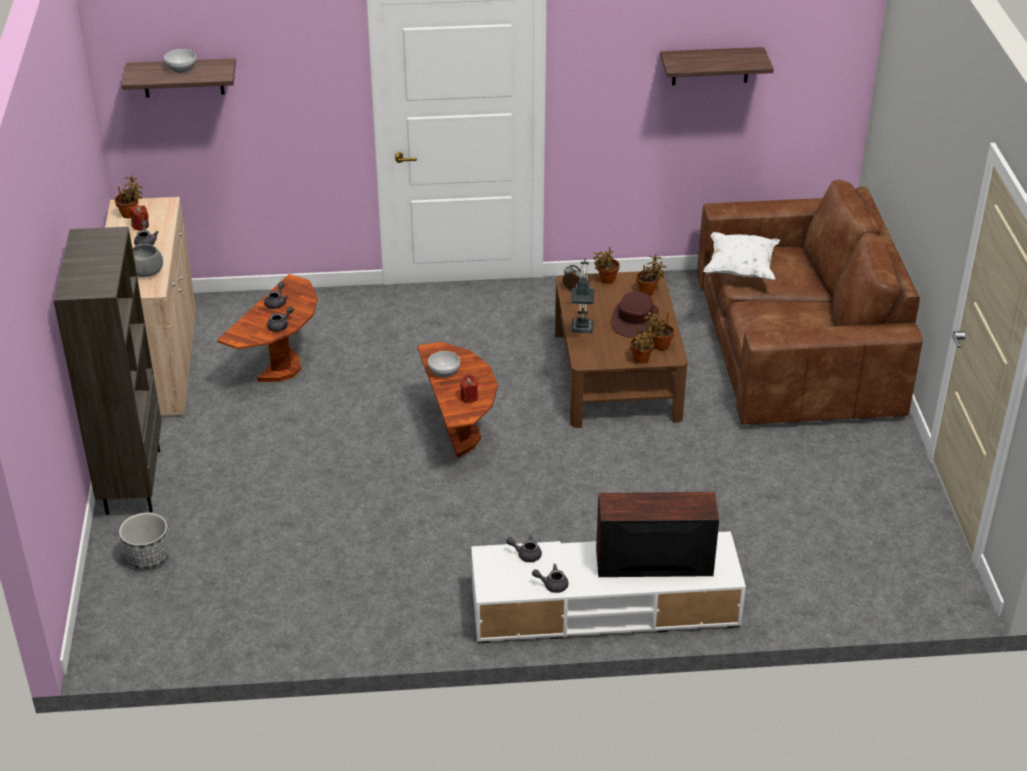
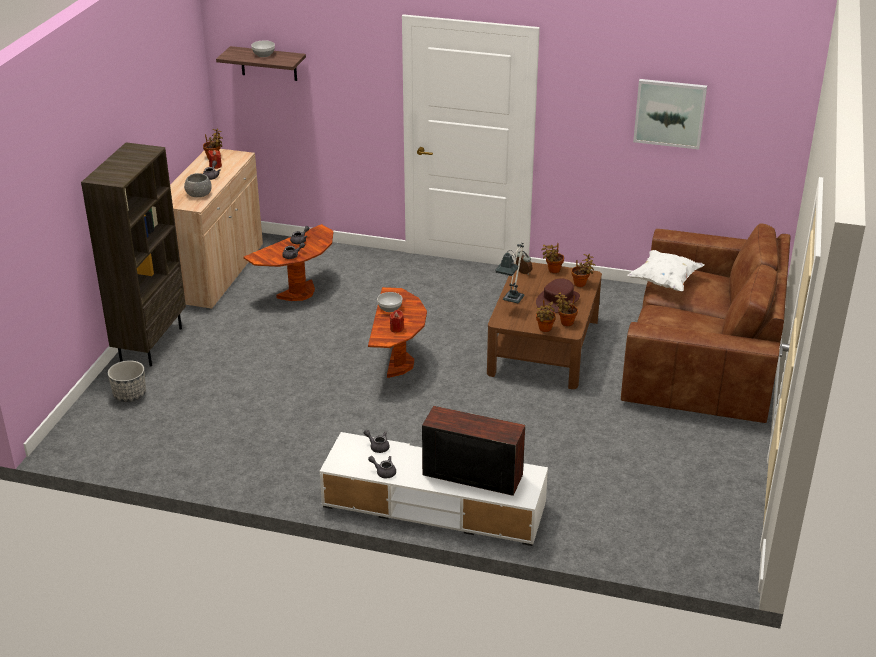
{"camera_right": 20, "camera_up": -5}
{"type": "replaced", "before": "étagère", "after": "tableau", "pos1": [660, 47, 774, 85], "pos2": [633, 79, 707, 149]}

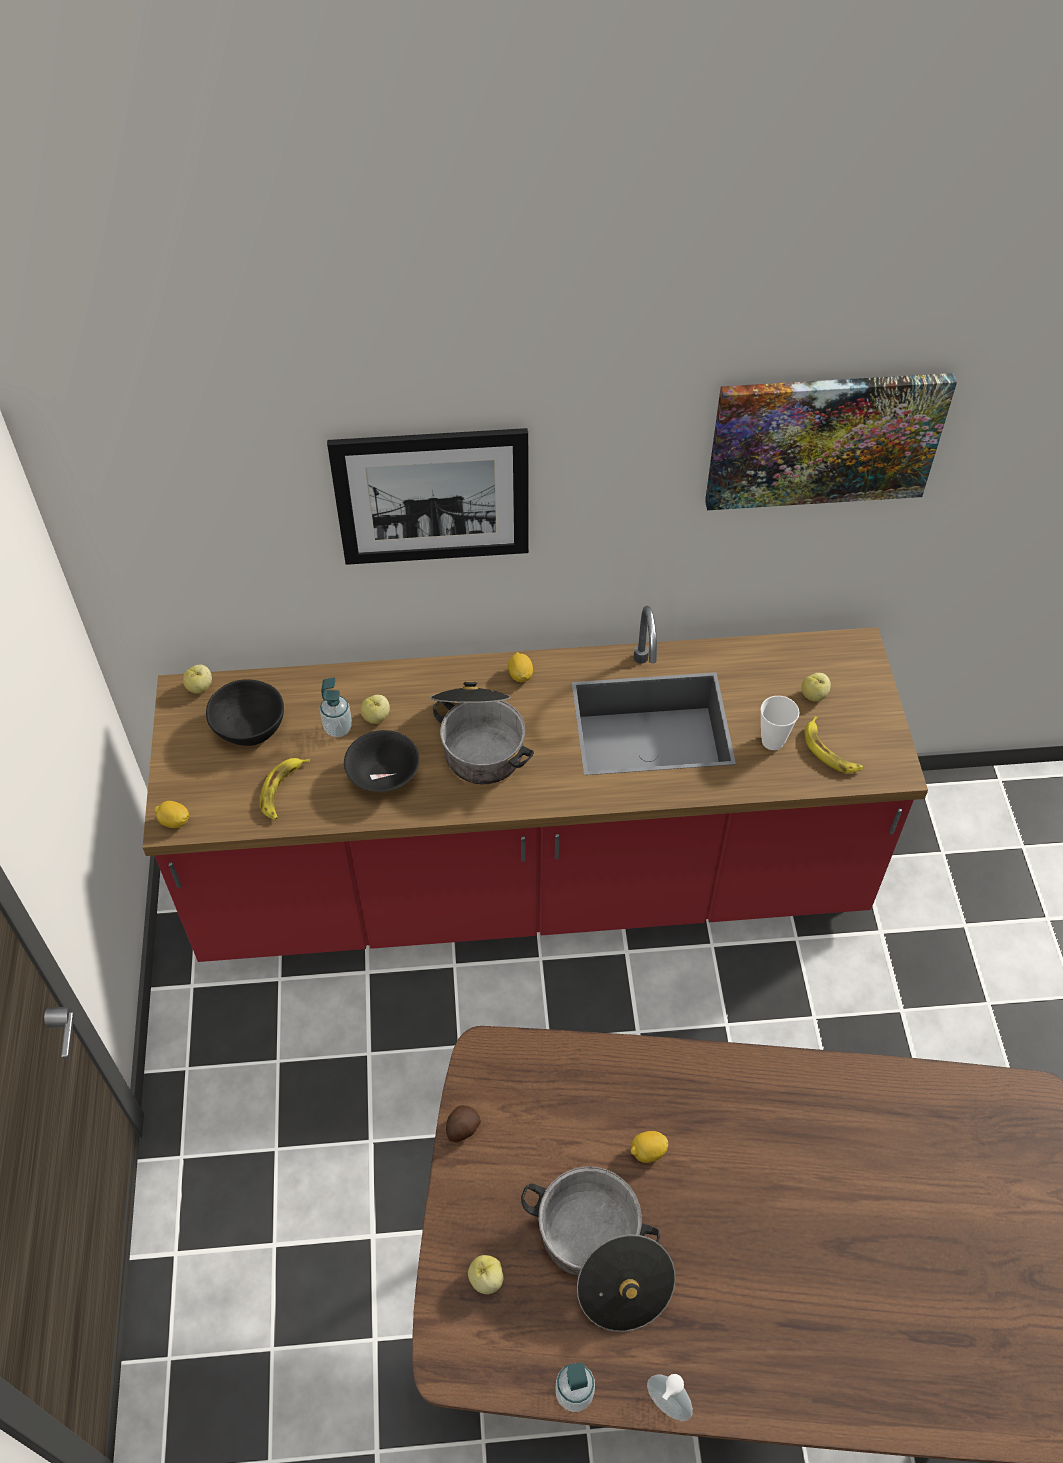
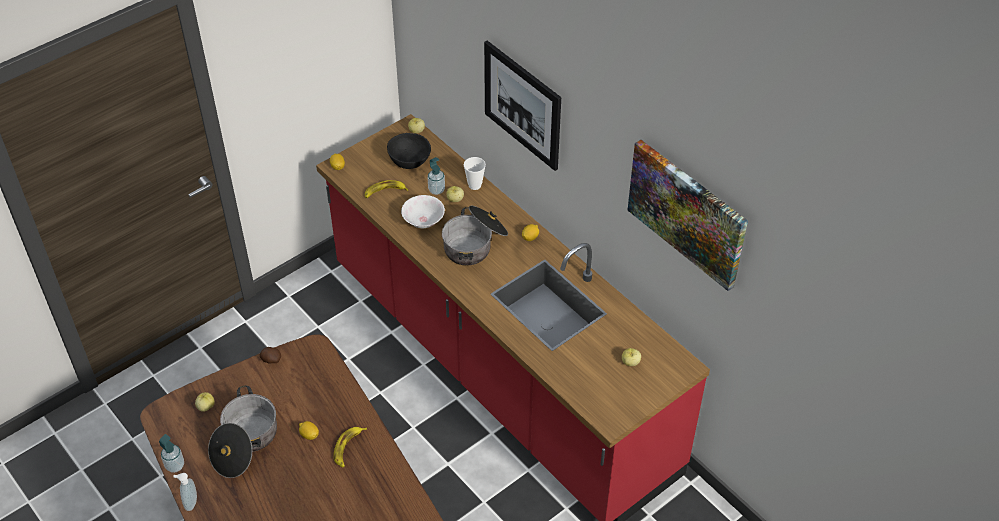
{"camera_right": 55, "camera_up": -5}
{"type": "moved", "before": "banane", "pos1": [805, 716, 863, 773], "pos2": [334, 427, 367, 467]}
{"type": "recoloured", "before": "bol [noir]", "after": "bol [blanc]", "pos1": [344, 730, 420, 792], "pos2": [401, 195, 445, 228]}
{"type": "moved", "before": "tasse", "pos1": [760, 696, 799, 750], "pos2": [464, 157, 486, 190]}

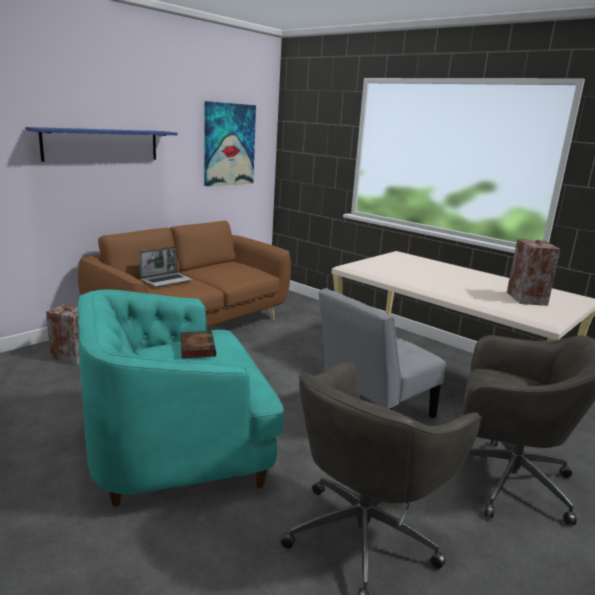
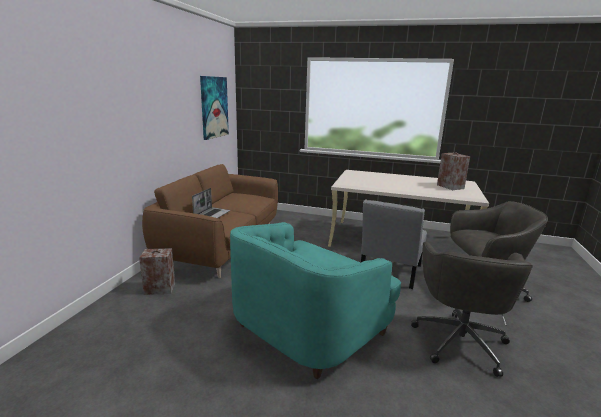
{"camera_right": -25, "camera_up": 0}
{"type": "removed", "before": "étagère [bleu]", "pos1": [25, 127, 178, 162]}
{"type": "removed", "before": "livre", "pos1": [181, 331, 216, 358]}

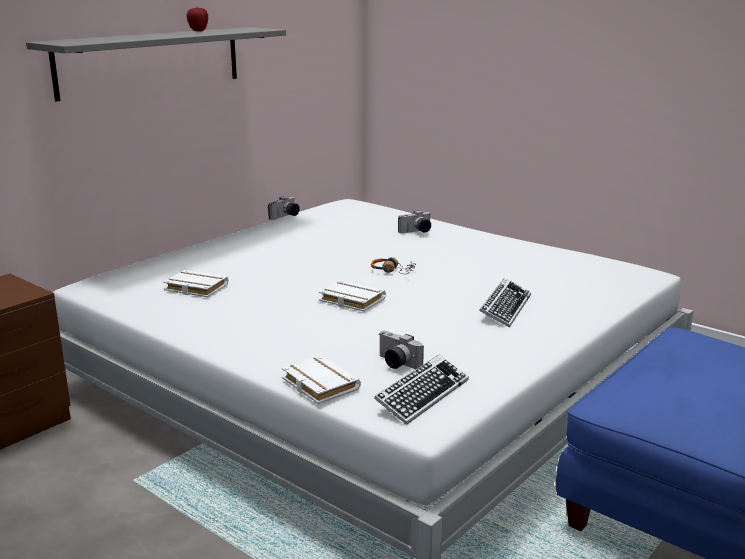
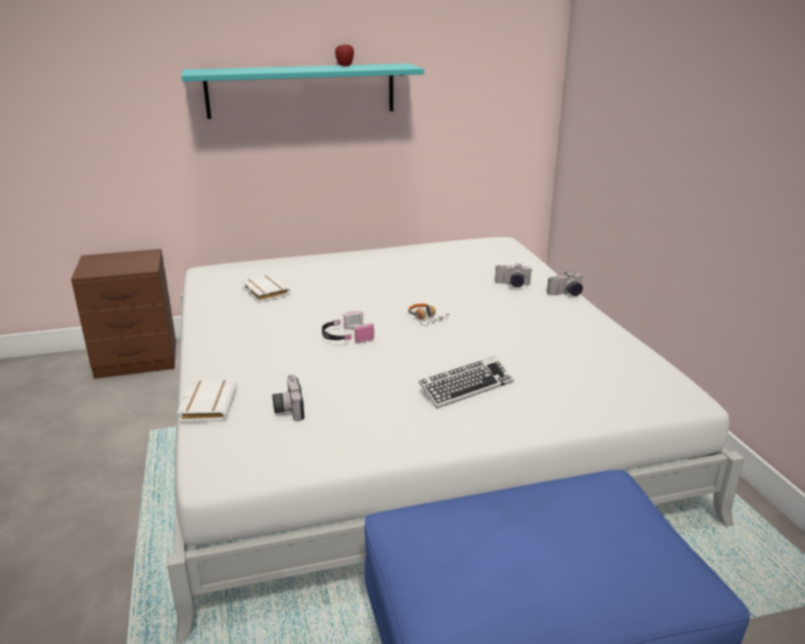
{"camera_right": 35, "camera_up": 5}
{"type": "recoloured", "before": "étagère [gris]", "after": "étagère [turquoise]", "pos1": [26, 27, 286, 101], "pos2": [182, 63, 424, 119]}
{"type": "replaced", "before": "livre [blanc]", "after": "casque audio", "pos1": [319, 280, 386, 312], "pos2": [322, 311, 374, 344]}
{"type": "moved", "before": "appareil photo", "pos1": [268, 196, 300, 220], "pos2": [547, 272, 583, 296]}
{"type": "removed", "before": "clavier", "pos1": [374, 354, 469, 425]}

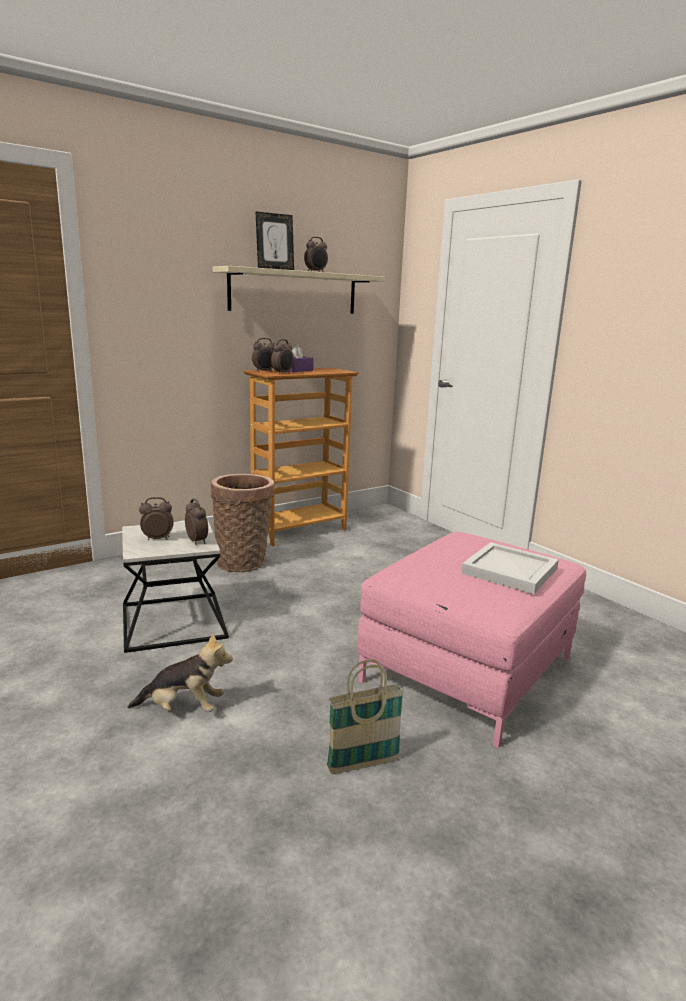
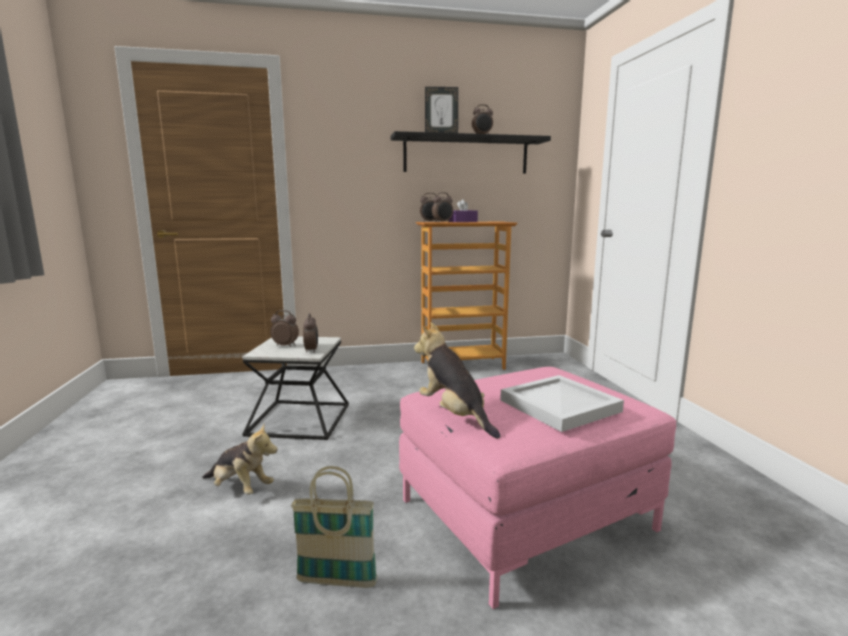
{"camera_right": 25, "camera_up": -5}
{"type": "recoloured", "before": "étagère [beige]", "after": "étagère [noir]", "pos1": [213, 266, 384, 314], "pos2": [391, 131, 551, 174]}
{"type": "added", "after": "peluche", "pos2": [414, 322, 500, 439]}
{"type": "removed", "before": "panier", "pos1": [211, 474, 274, 572]}

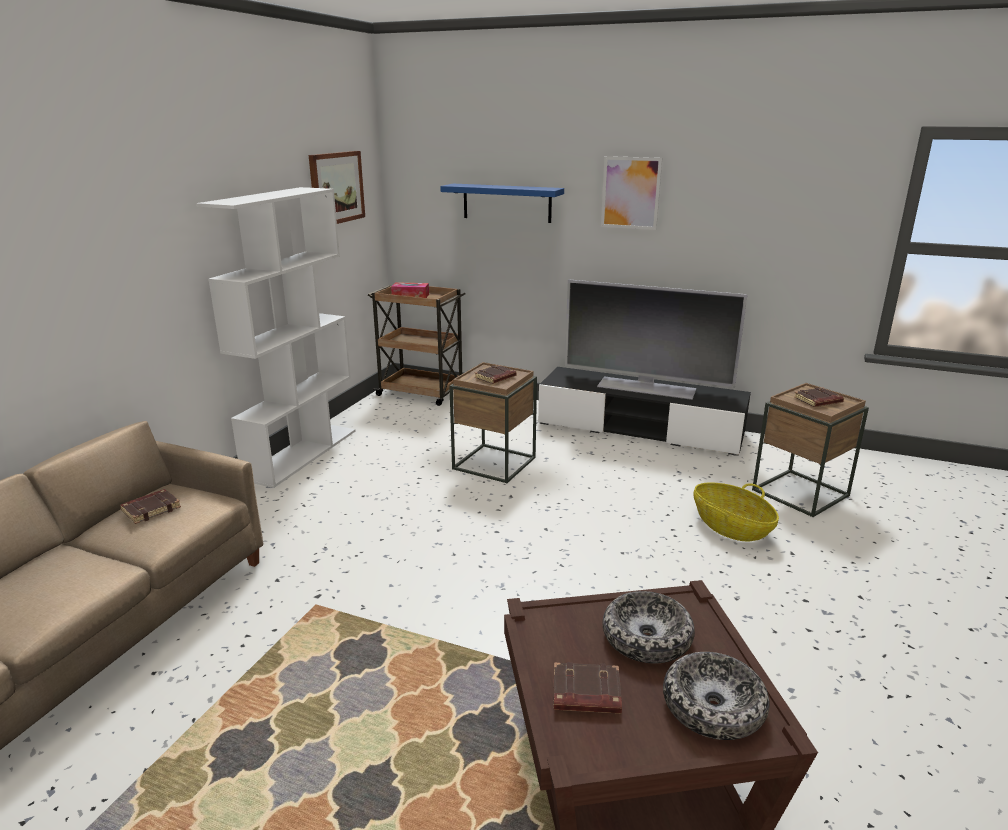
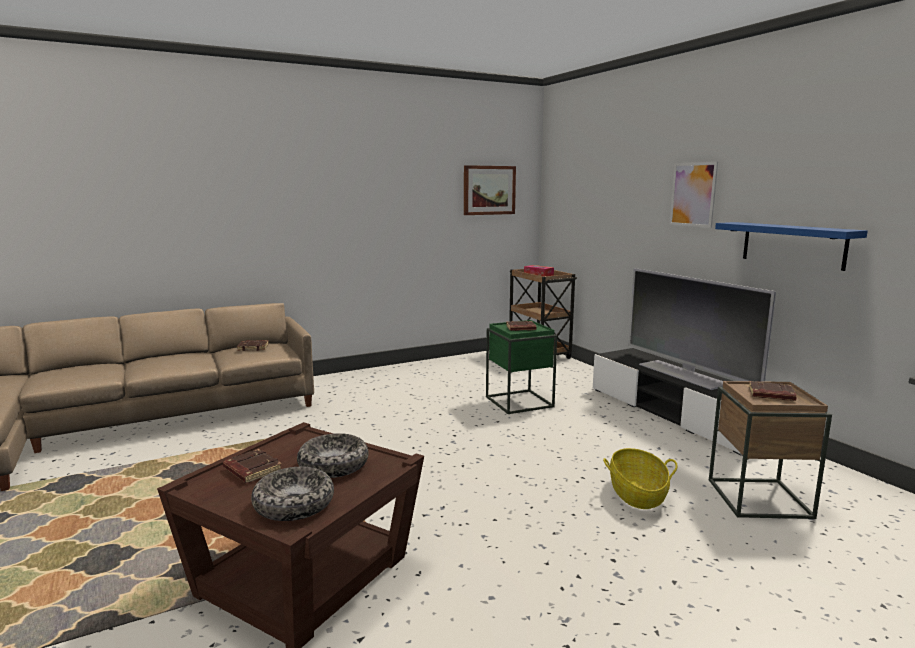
{"camera_right": 40, "camera_up": -10}
{"type": "recoloured", "before": "table d'appoint [marron]", "after": "table d'appoint [vert]", "pos1": [449, 362, 537, 483], "pos2": [486, 320, 557, 414]}
{"type": "moved", "before": "étagère [bleu]", "pos1": [440, 184, 564, 223], "pos2": [715, 222, 868, 271]}
{"type": "removed", "before": "bibliothèque [blanc]", "pos1": [196, 187, 356, 488]}

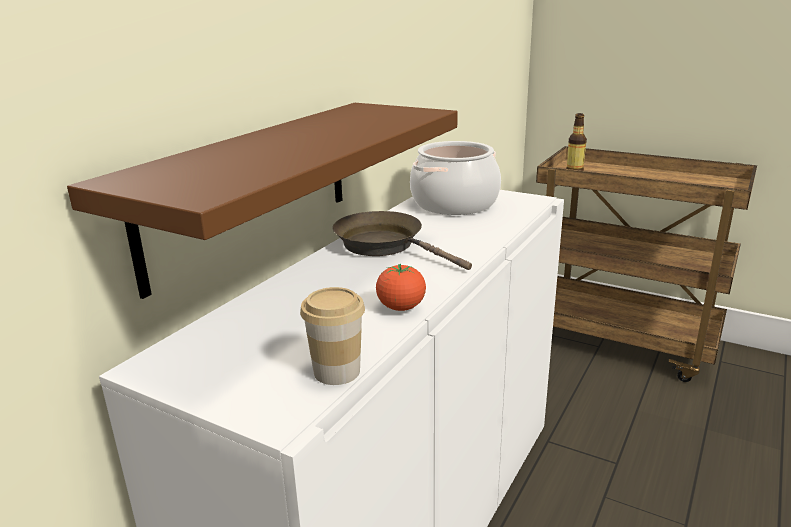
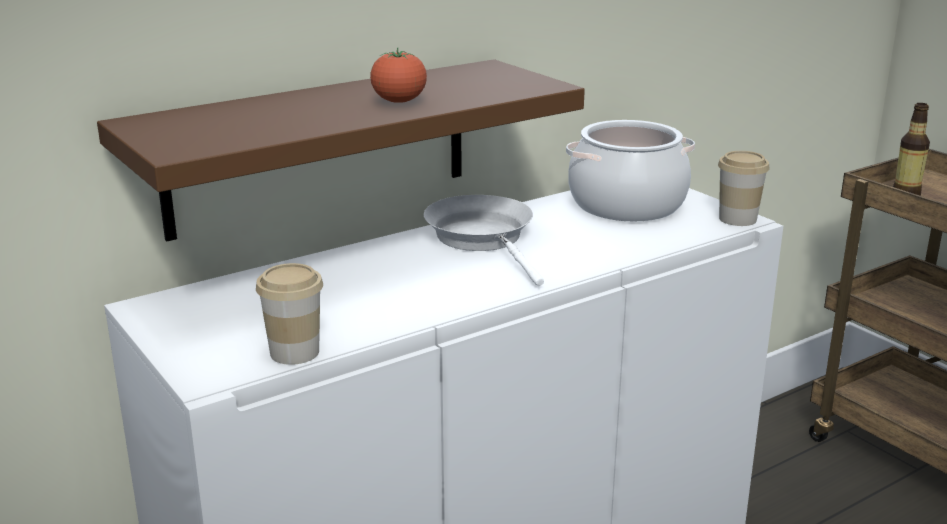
{"camera_right": 25, "camera_up": 0}
{"type": "moved", "before": "tomate", "pos1": [376, 264, 426, 311], "pos2": [370, 48, 427, 103]}
{"type": "recoloured", "before": "poêle [marron]", "after": "poêle [blanc]", "pos1": [332, 211, 472, 270], "pos2": [424, 195, 544, 286]}
{"type": "added", "after": "tasse", "pos2": [718, 151, 770, 226]}

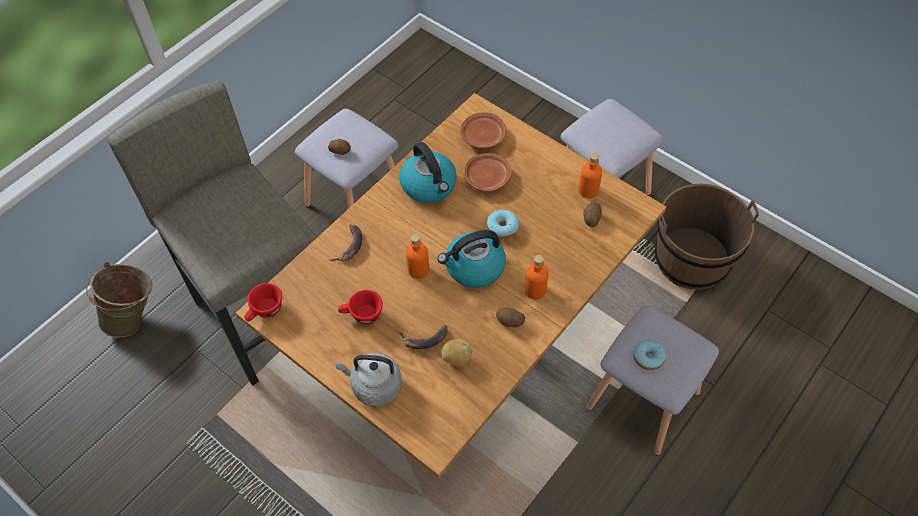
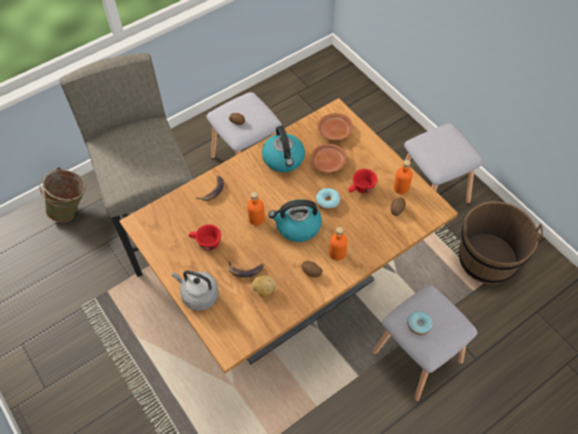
{"camera_right": 15, "camera_up": 0}
{"type": "moved", "before": "tasse [rouge]", "pos1": [244, 283, 282, 322], "pos2": [348, 169, 377, 193]}

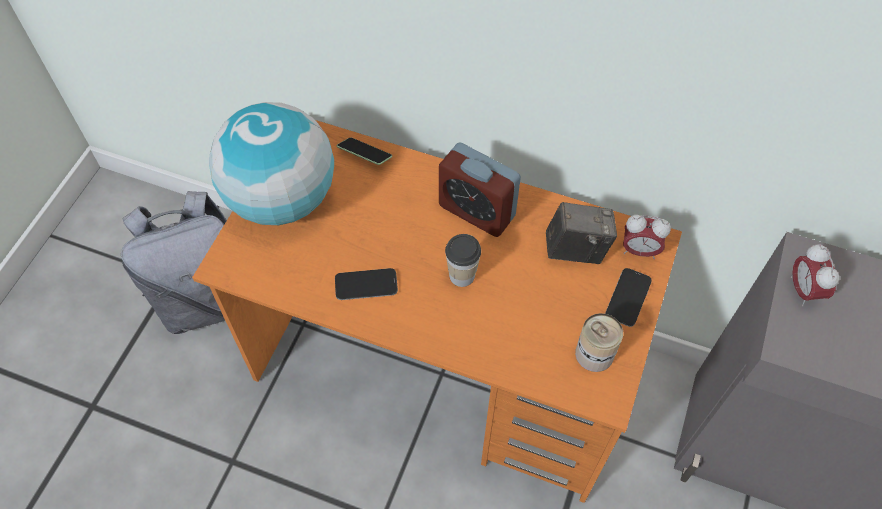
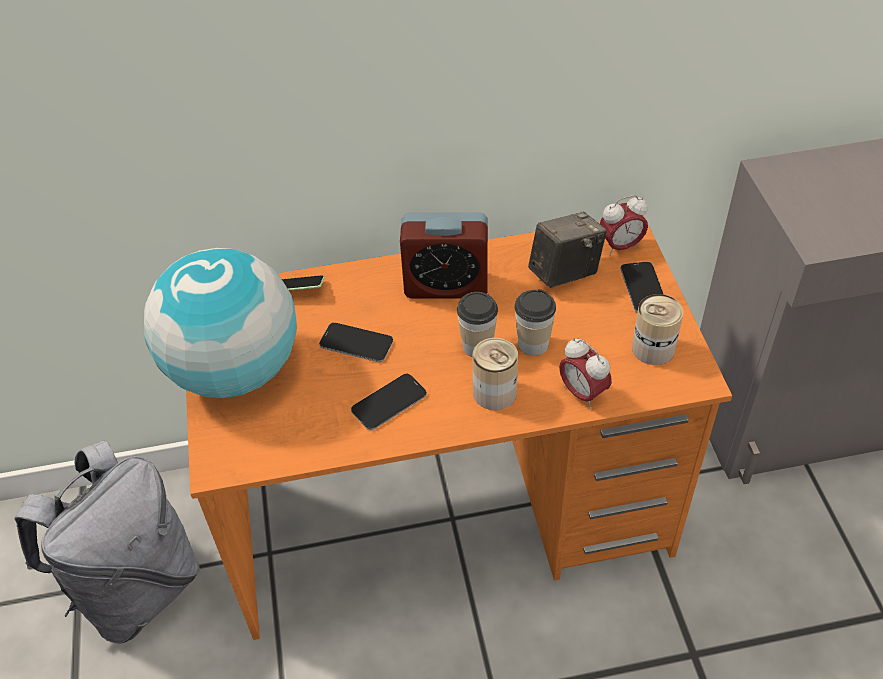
{"camera_right": -30, "camera_up": -10}
{"type": "added", "after": "téléphone", "pos2": [319, 323, 393, 362]}
{"type": "added", "after": "boîte métallique", "pos2": [472, 338, 518, 410]}
{"type": "added", "after": "tasse", "pos2": [515, 289, 556, 356]}
{"type": "moved", "before": "réveil", "pos1": [791, 244, 840, 306], "pos2": [559, 338, 612, 409]}

